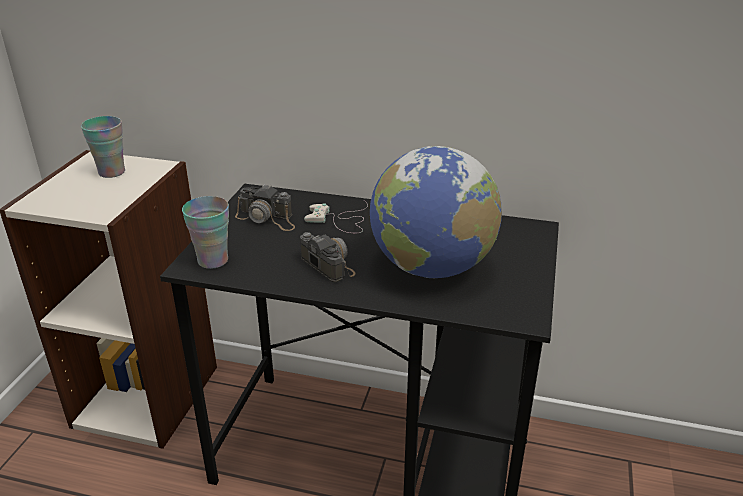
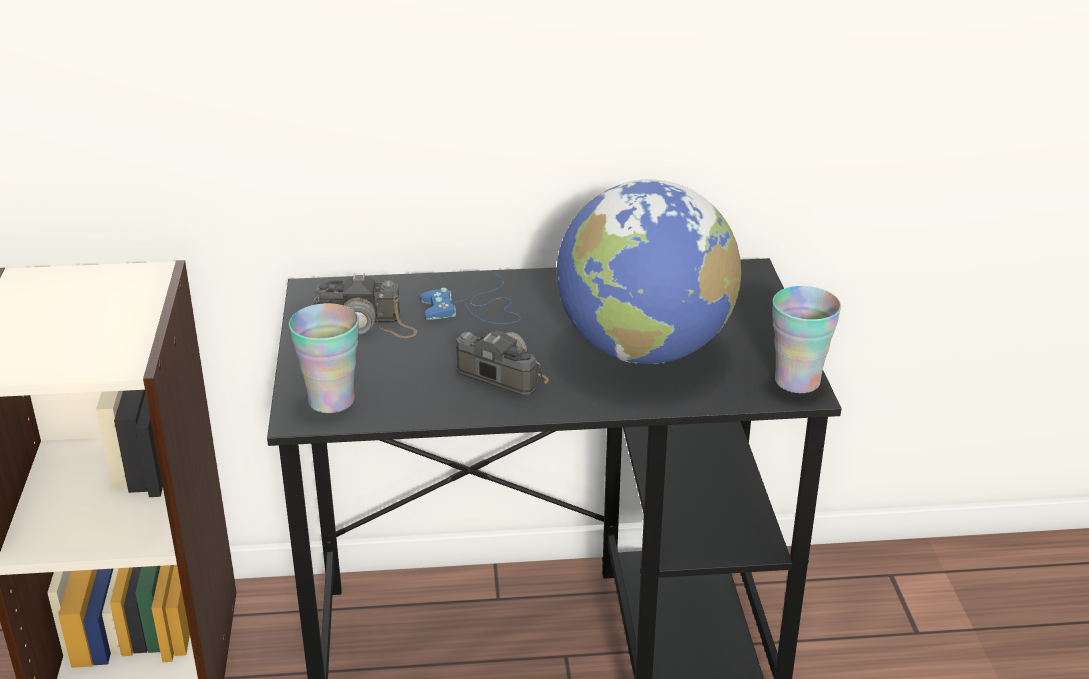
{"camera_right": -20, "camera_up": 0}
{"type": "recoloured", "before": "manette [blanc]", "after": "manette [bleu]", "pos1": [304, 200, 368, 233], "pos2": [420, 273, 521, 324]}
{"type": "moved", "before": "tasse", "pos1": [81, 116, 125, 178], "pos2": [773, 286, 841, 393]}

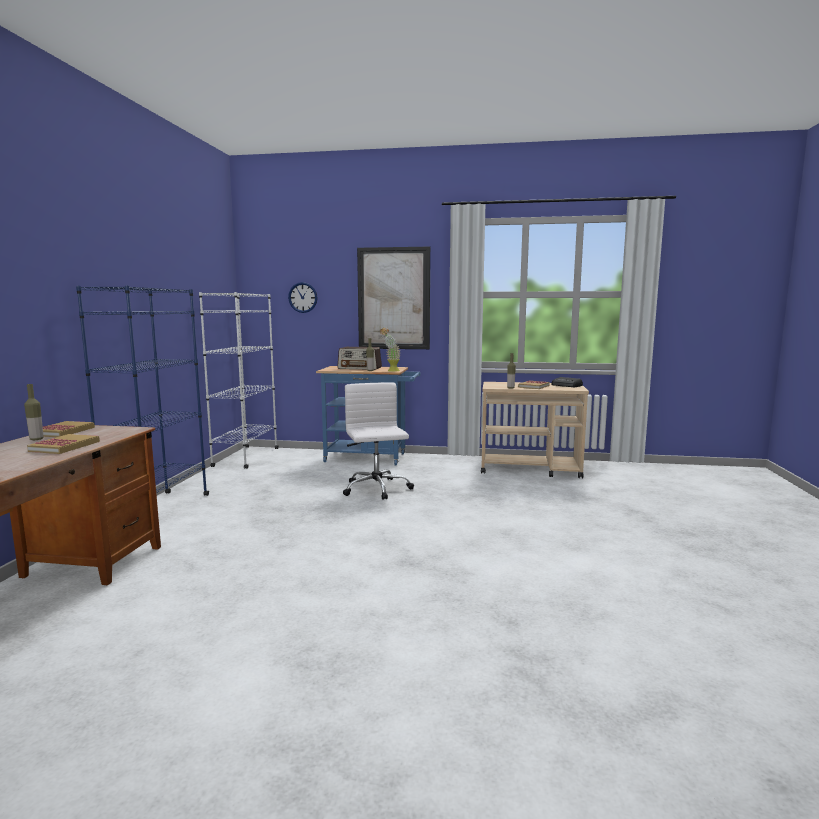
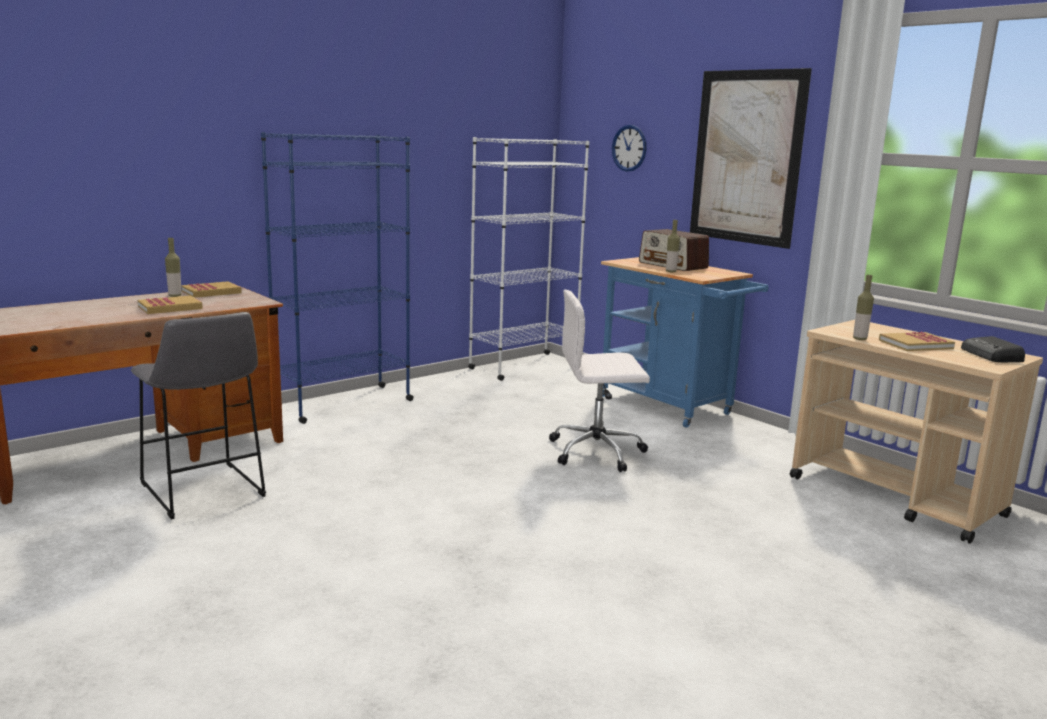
{"camera_right": 40, "camera_up": 5}
{"type": "added", "after": "tabouret [gris]", "pos2": [131, 312, 266, 520]}
{"type": "turned", "before": "chaise de bureau [blanc]", "pos1": [343, 382, 414, 500], "pos2": [549, 290, 650, 472], "turn": -120}
{"type": "removed", "before": "plante en pot", "pos1": [380, 327, 401, 372]}

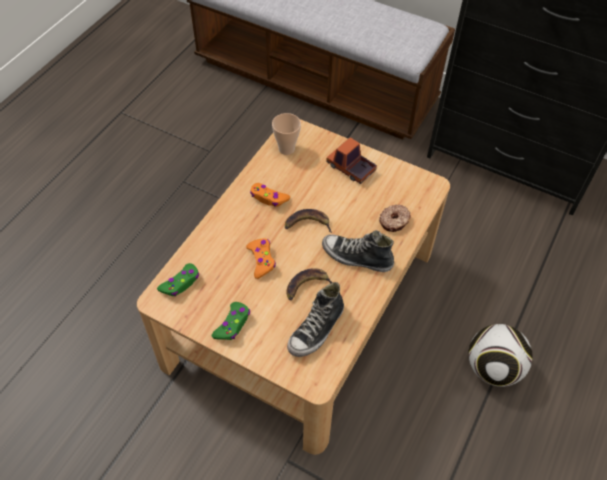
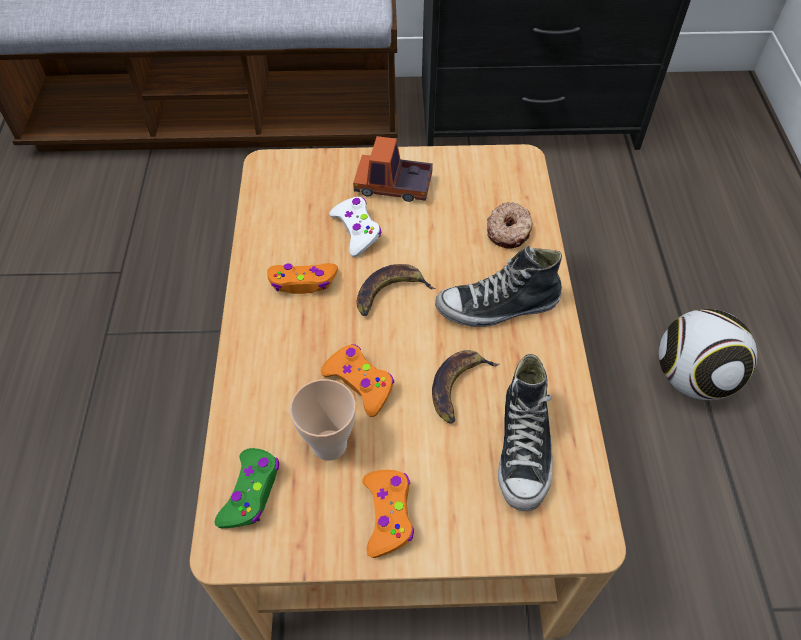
{"camera_right": -30, "camera_up": 0}
{"type": "moved", "before": "tasse", "pos1": [272, 113, 301, 155], "pos2": [290, 379, 356, 461]}
{"type": "added", "after": "manette [blanc]", "pos2": [329, 197, 381, 257]}
{"type": "recoloured", "before": "manette [vert]", "after": "manette [orange]", "pos1": [212, 302, 250, 340], "pos2": [362, 470, 414, 558]}

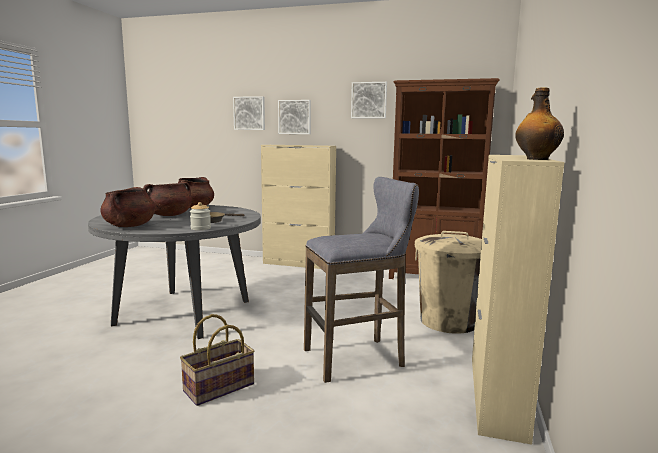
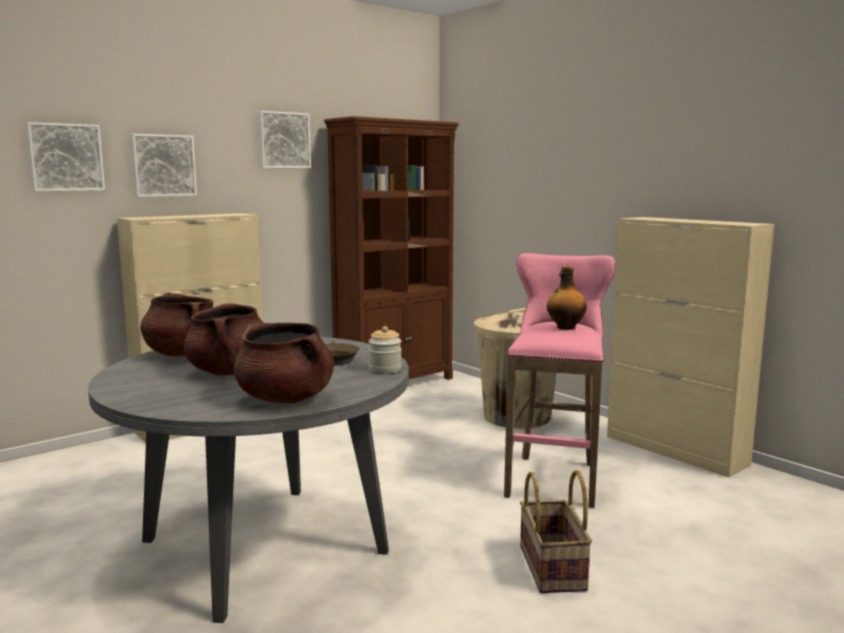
{"camera_right": -55, "camera_up": 0}
{"type": "recoloured", "before": "tabouret [gris]", "after": "tabouret [rose]", "pos1": [304, 177, 419, 383], "pos2": [504, 253, 615, 508]}
{"type": "moved", "before": "bouteille", "pos1": [515, 87, 564, 160], "pos2": [547, 266, 587, 330]}

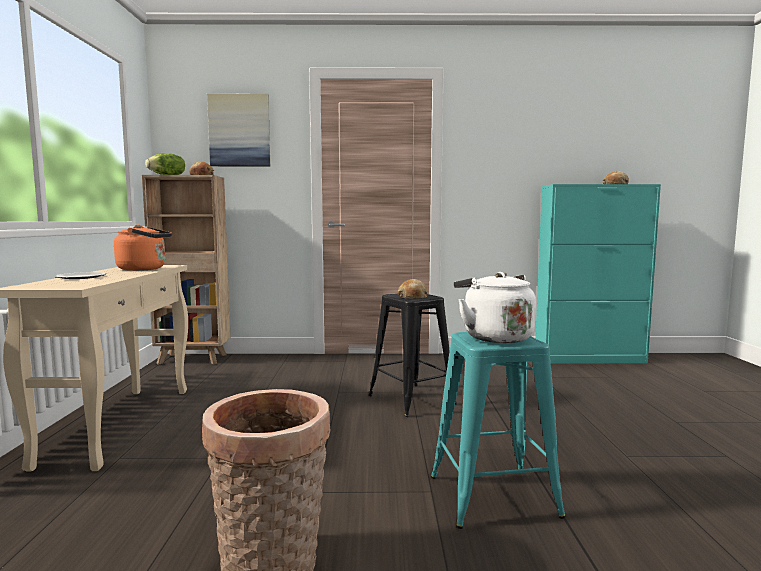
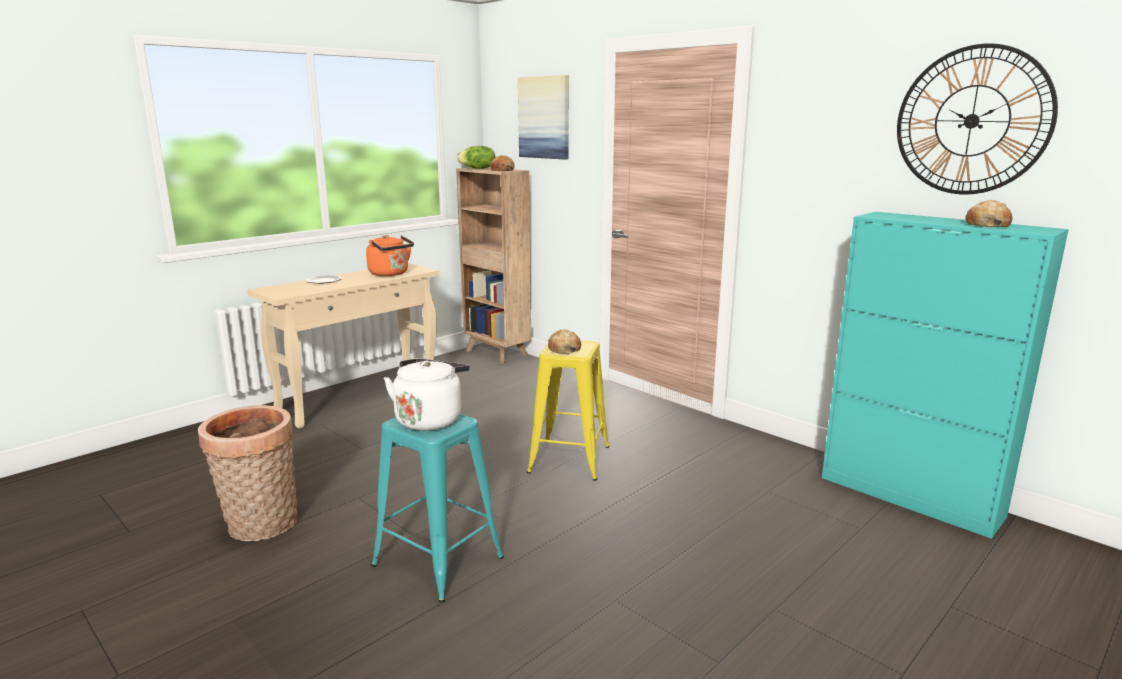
{"camera_right": 45, "camera_up": 10}
{"type": "recoloured", "before": "tabouret [noir]", "after": "tabouret [jaune]", "pos1": [368, 294, 457, 417], "pos2": [527, 341, 610, 481]}
{"type": "added", "after": "horloge murale", "pos2": [897, 43, 1058, 195]}

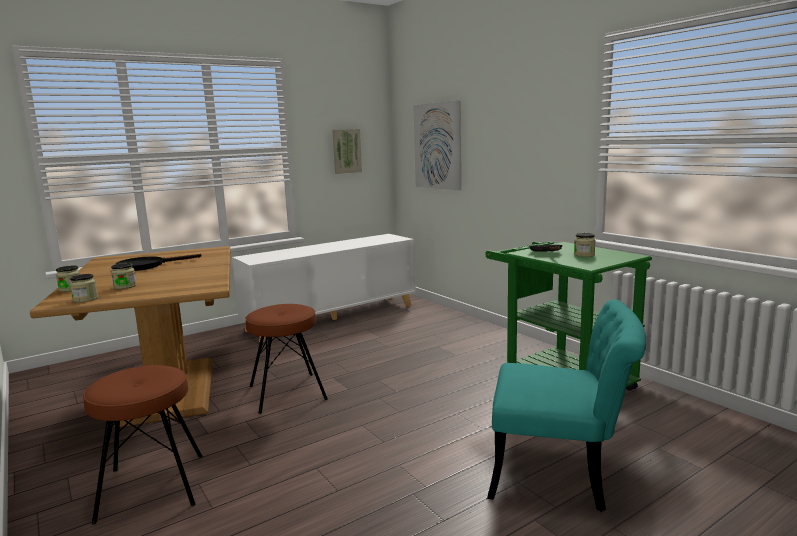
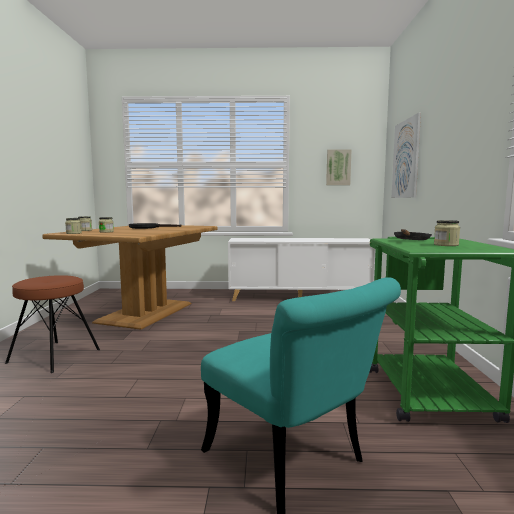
{"camera_right": 35, "camera_up": -5}
{"type": "removed", "before": "tabouret [marron]", "pos1": [245, 304, 328, 414]}

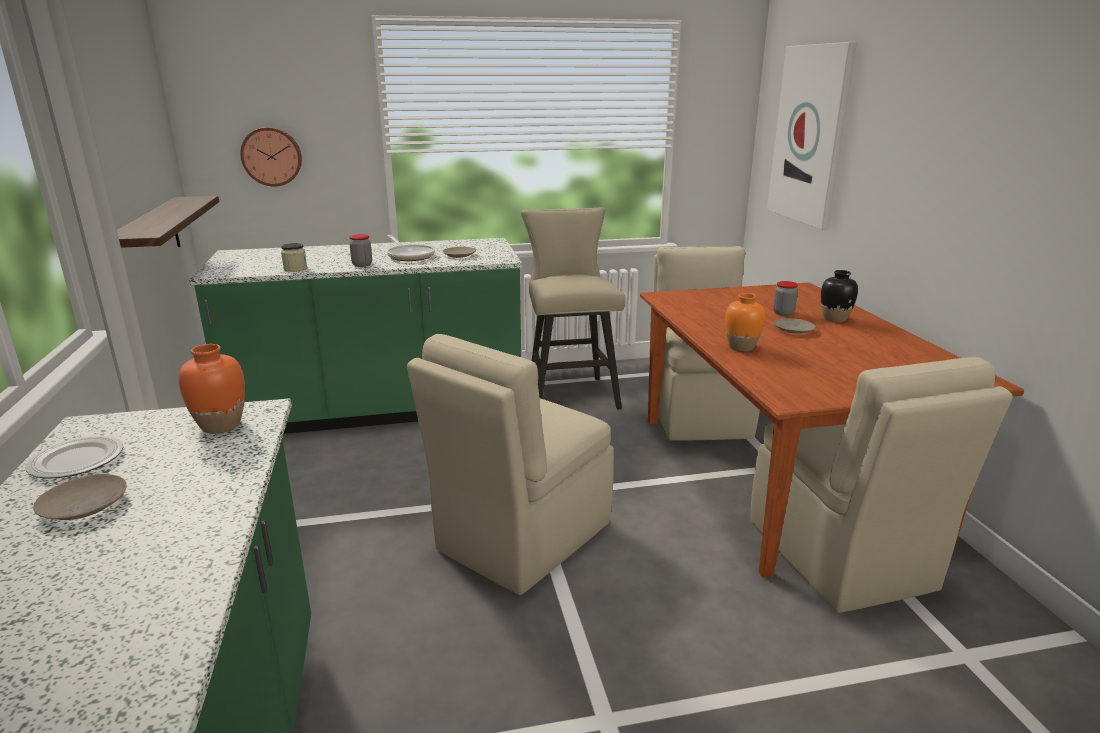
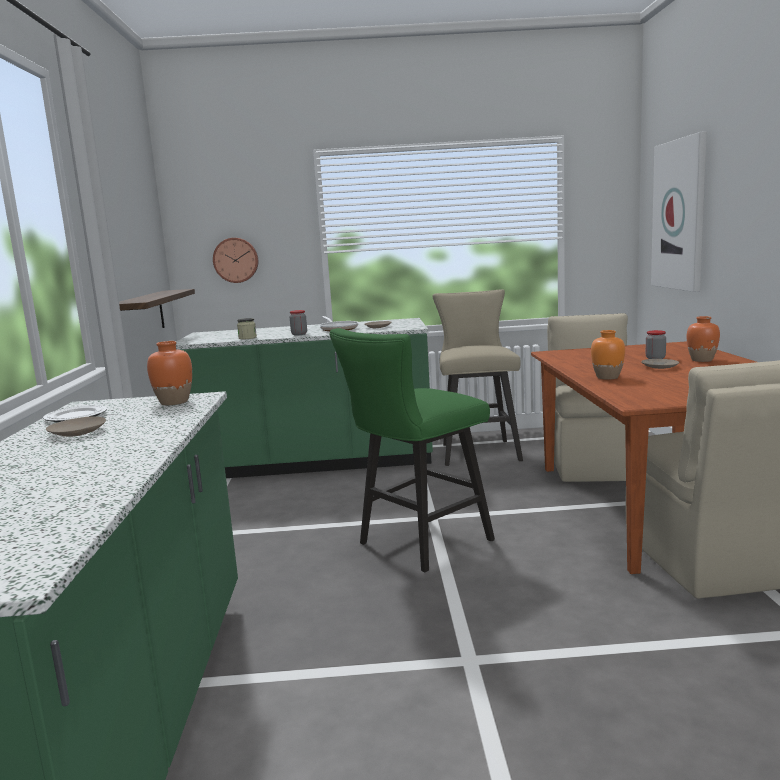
{"camera_right": 10, "camera_up": -10}
{"type": "replaced", "before": "chaise [beige]", "after": "tabouret [vert]", "pos1": [407, 334, 614, 595], "pos2": [330, 328, 495, 572]}
{"type": "recoloured", "before": "vase [noir]", "after": "vase [orange]", "pos1": [821, 270, 858, 322], "pos2": [687, 316, 720, 362]}

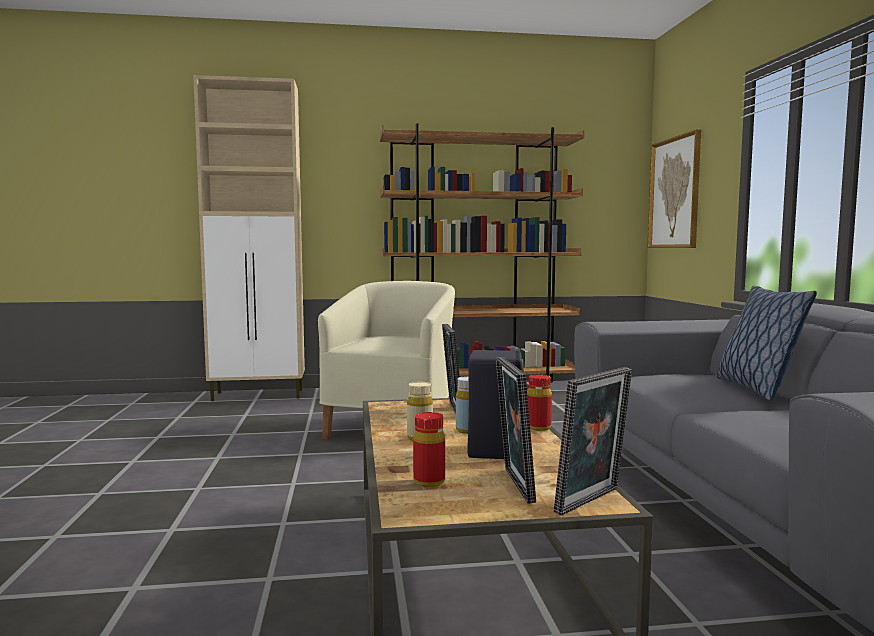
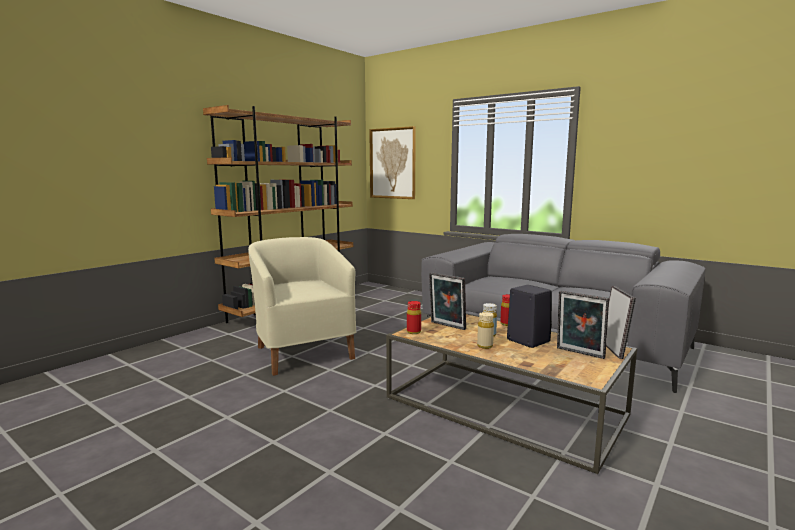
{"camera_right": -45, "camera_up": 5}
{"type": "moved", "before": "bouteille [rouge]", "pos1": [413, 412, 445, 487], "pos2": [407, 301, 421, 334]}
{"type": "removed", "before": "meuble de rangement [beige]", "pos1": [193, 75, 305, 401]}
{"type": "removed", "before": "coussin", "pos1": [716, 286, 817, 401]}

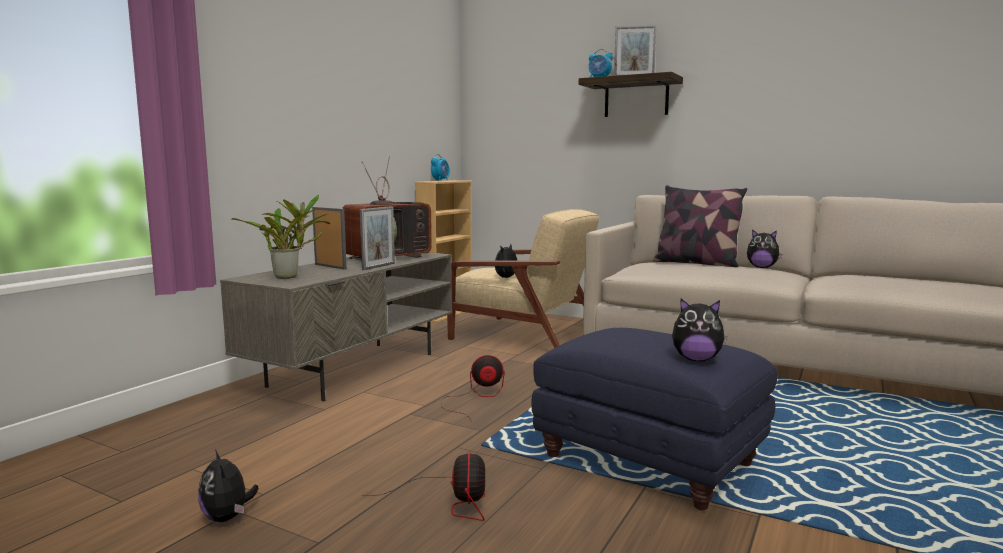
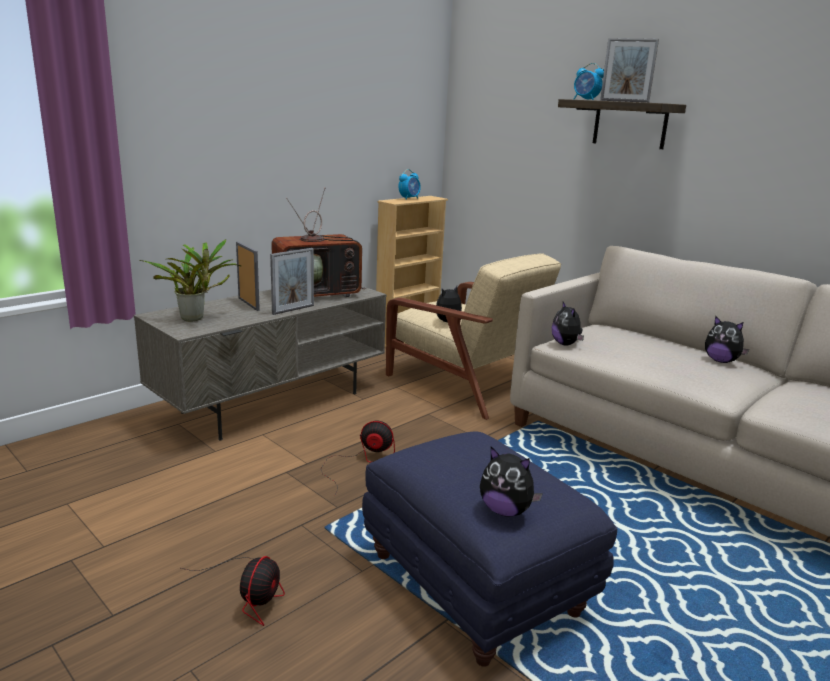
{"camera_right": 15, "camera_up": 10}
{"type": "moved", "before": "peluche", "pos1": [198, 450, 259, 522], "pos2": [552, 302, 584, 345]}
{"type": "removed", "before": "coussin", "pos1": [653, 185, 748, 267]}

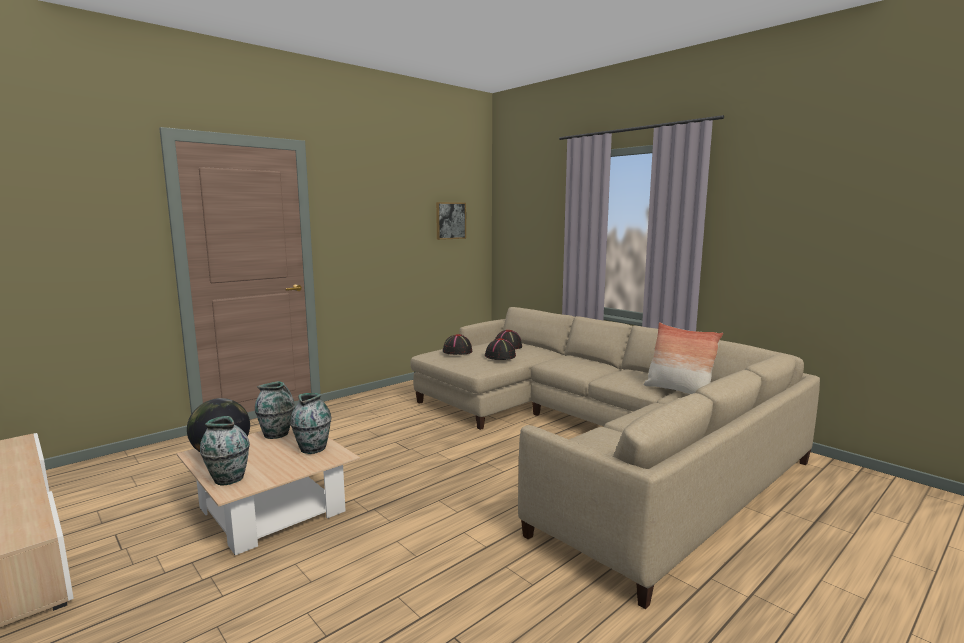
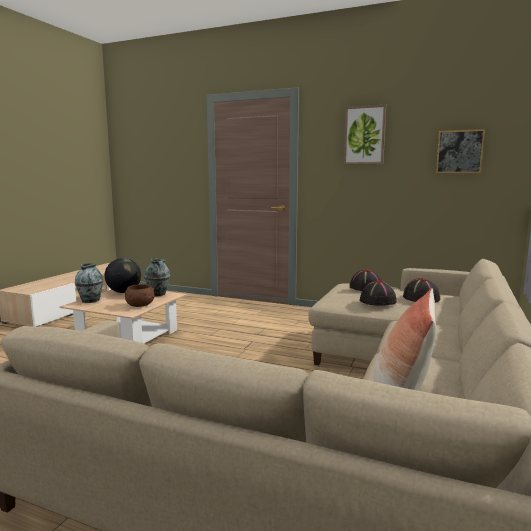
{"camera_right": 65, "camera_up": 0}
{"type": "replaced", "before": "vase", "after": "bol [marron]", "pos1": [290, 393, 332, 454], "pos2": [125, 284, 155, 307]}
{"type": "added", "after": "tableau", "pos2": [344, 104, 386, 165]}

